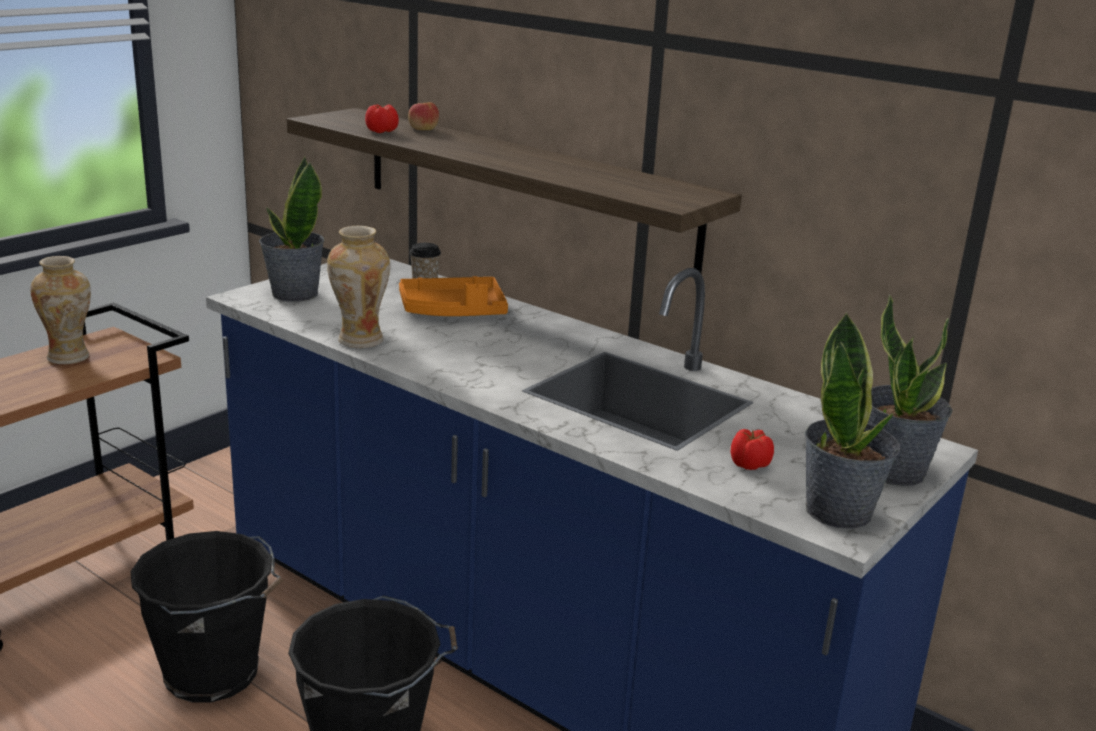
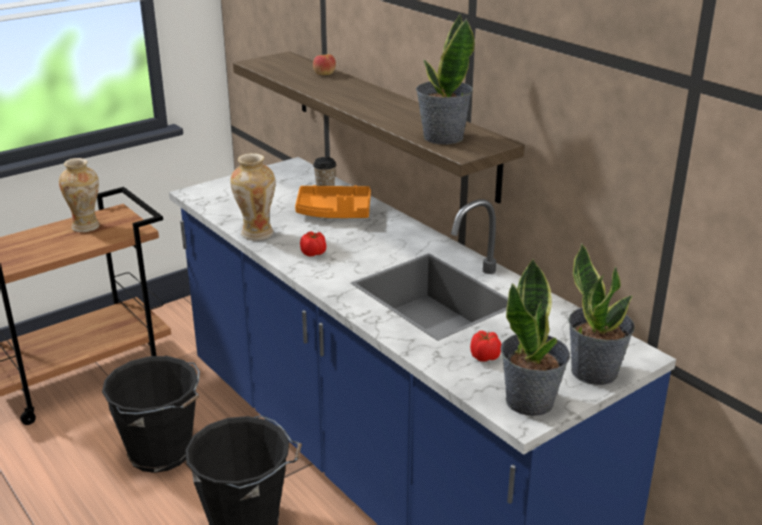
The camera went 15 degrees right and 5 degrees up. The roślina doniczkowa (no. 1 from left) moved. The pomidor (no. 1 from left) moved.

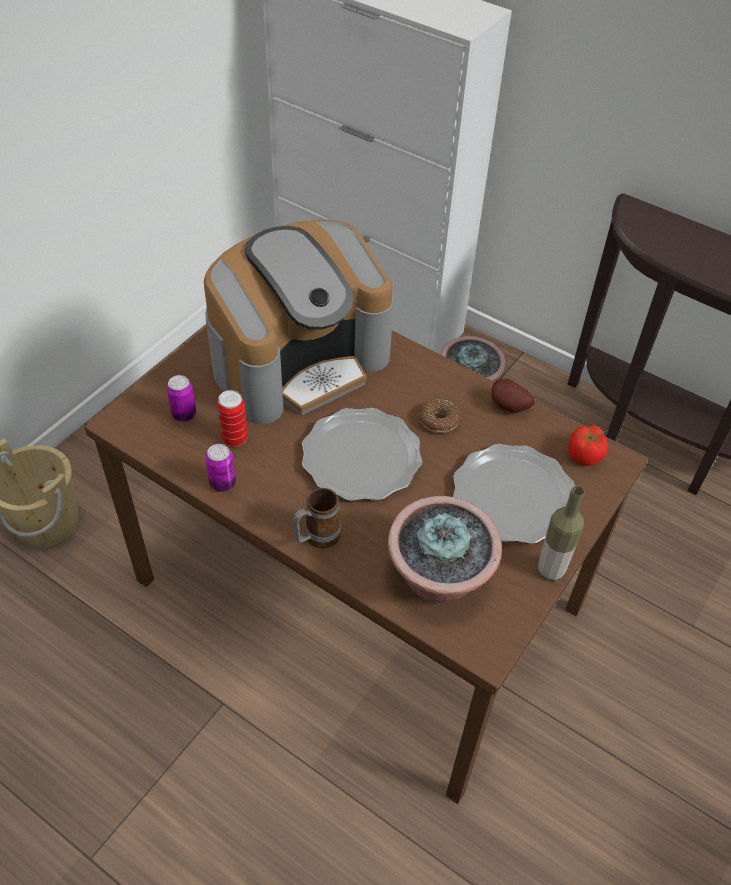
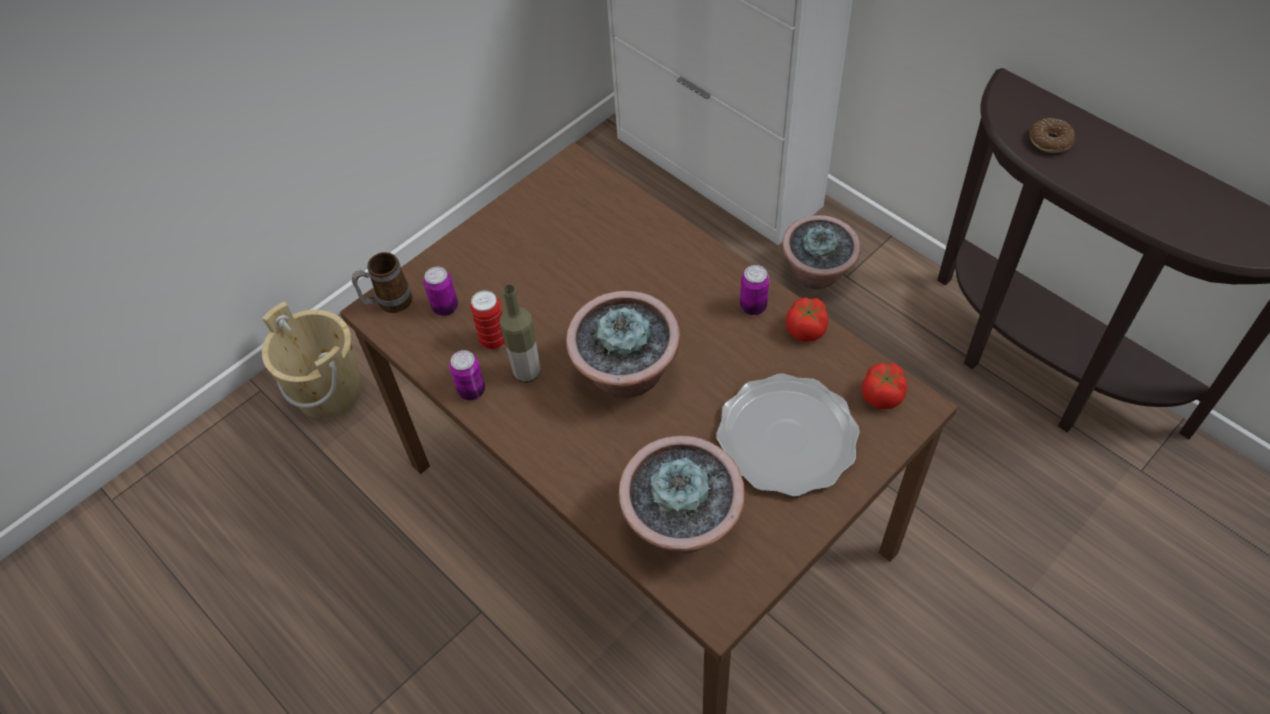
The camera went 15 degrees right and 5 degrees up. The ekspres do kawy disappeared. The kubek moved. The talerz (no. 1 from left) was replaced by the roślina doniczkowa (no. 1 from left). The donut moved. The ziemniak was replaced by the pomidor (no. 1 from left). The butelka moved. The puszka (no. 4 from left) appeared.

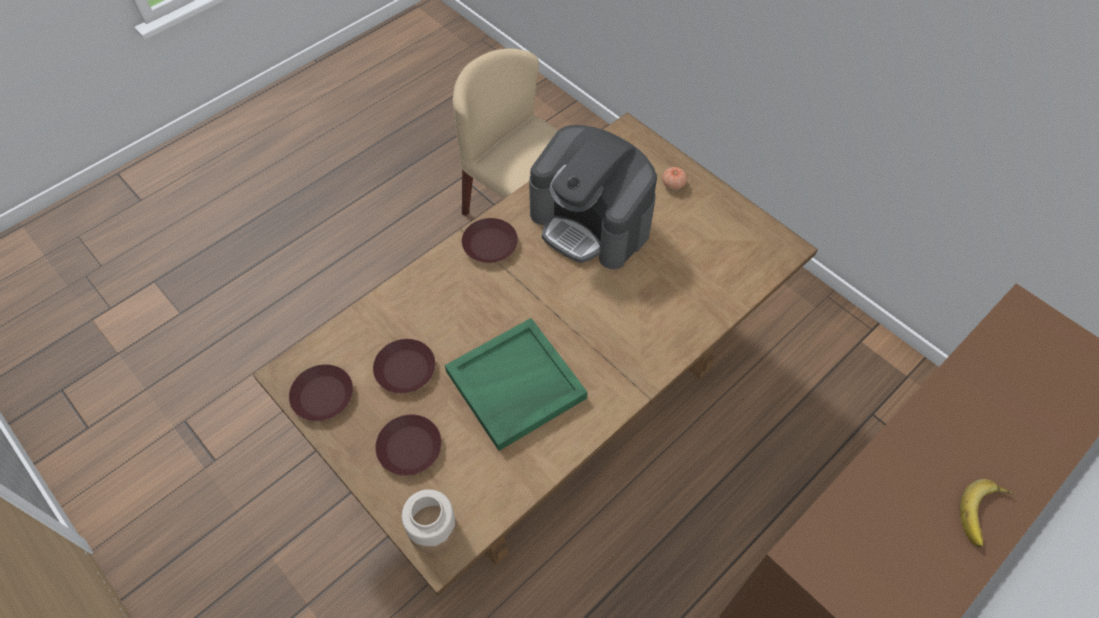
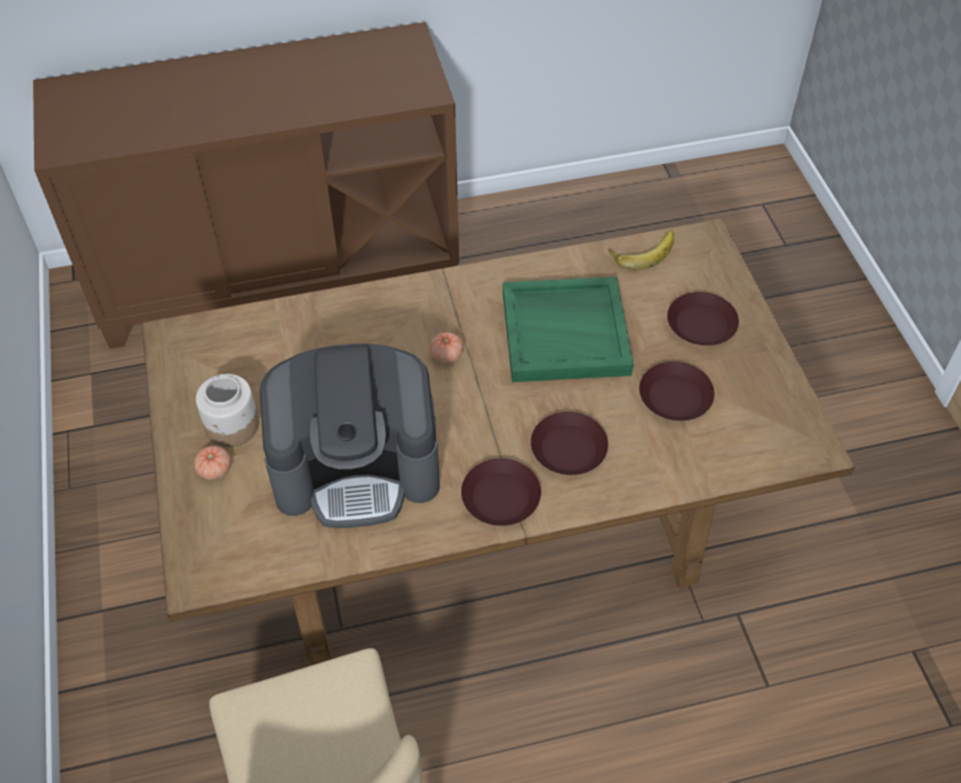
The camera went 150 degrees left and 5 degrees down. The talerz/brązowy (no. 1 from left in the first image) moved. The słoik moved. The ekspres do kawy turned 105 degrees clockwise. The banan moved. The pomidor (no. 2 from left) appeared.

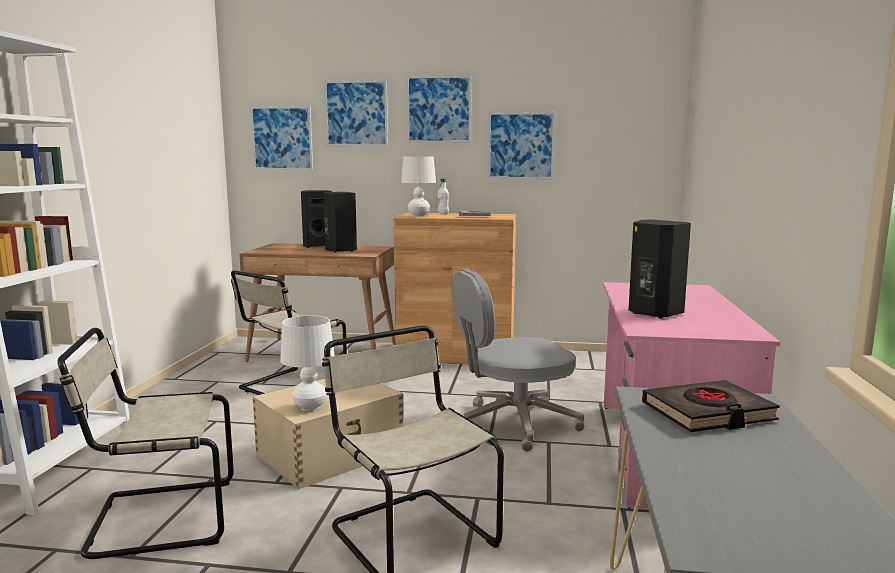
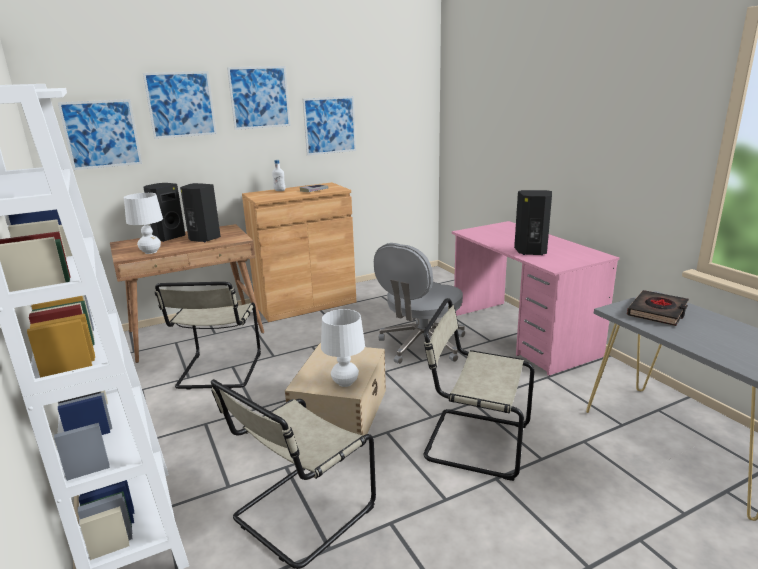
The camera went 35 degrees left and 10 degrees up. The lampa stołowa/biały (no. 2 from left in the first image) moved.

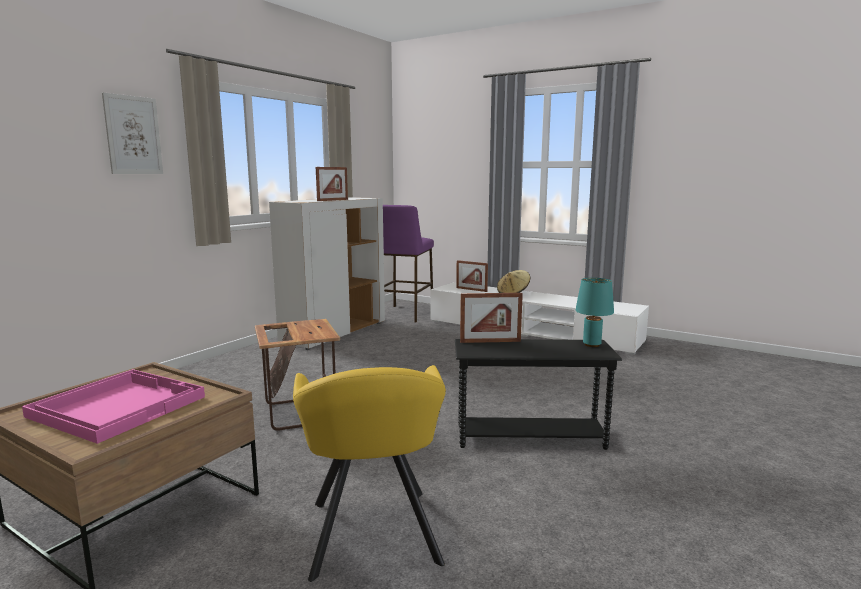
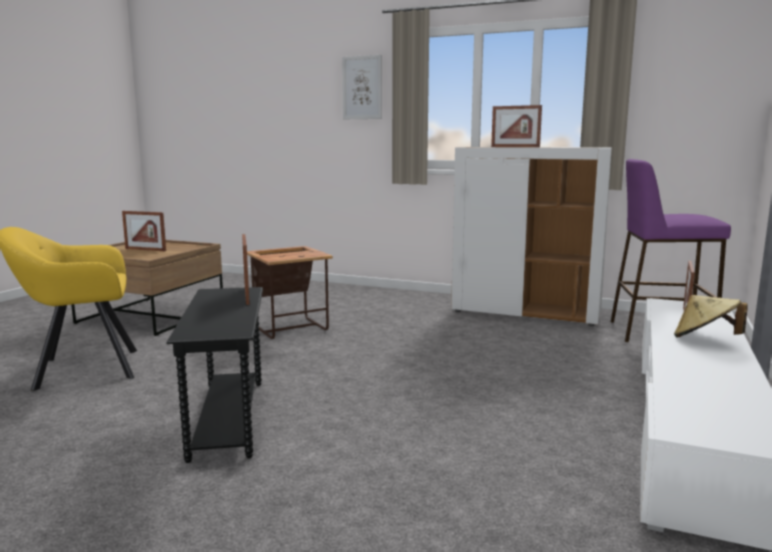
The camera went 80 degrees right and 0 degrees up. The taca/różowy was replaced by the ramka na zdjęcie (no. 1 from left). The lampa stołowa/turkusowy disappeared.

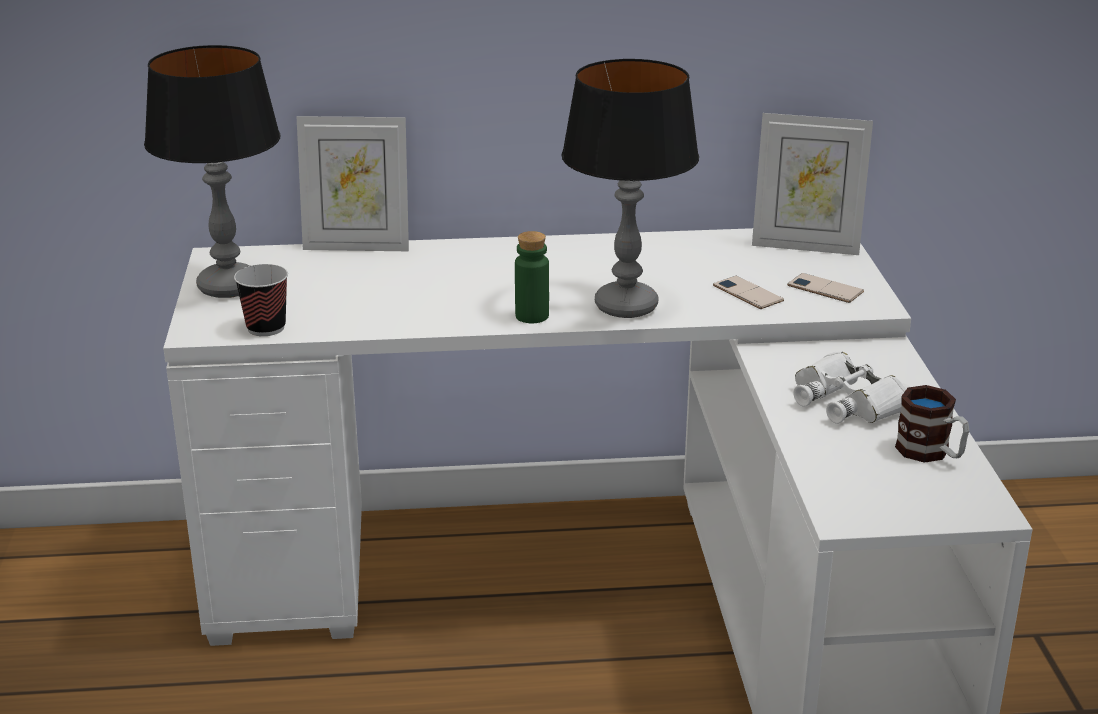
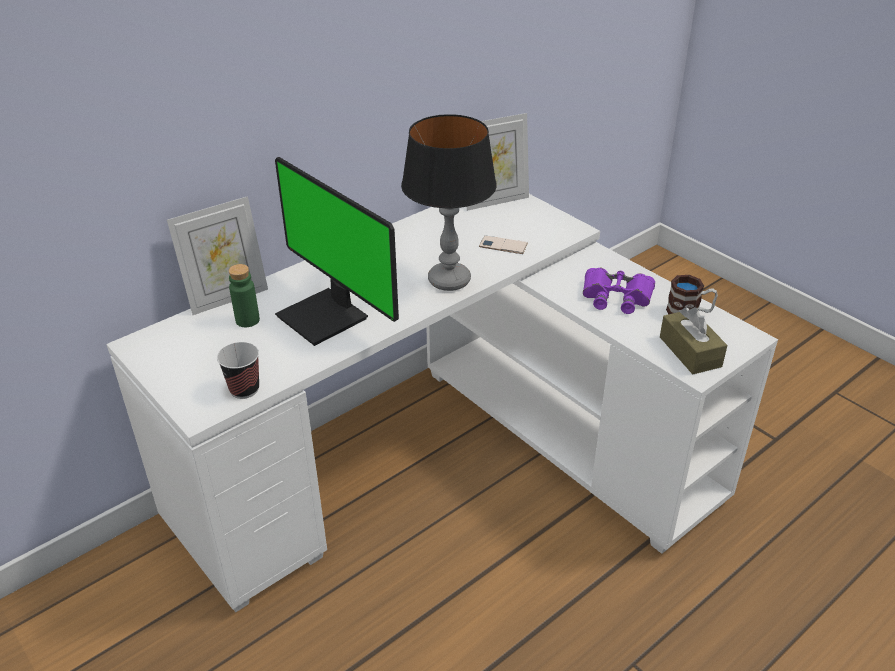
The camera went 35 degrees left and 10 degrees up. The lampa stołowa (no. 1 from left) disappeared. The butelka/zielony moved. The telefon (no. 2 from left) disappeared. The lornetka/biały became the lornetka/fioletowy. The monitor appeared. The pudełko chusteczek/brązowy appeared.

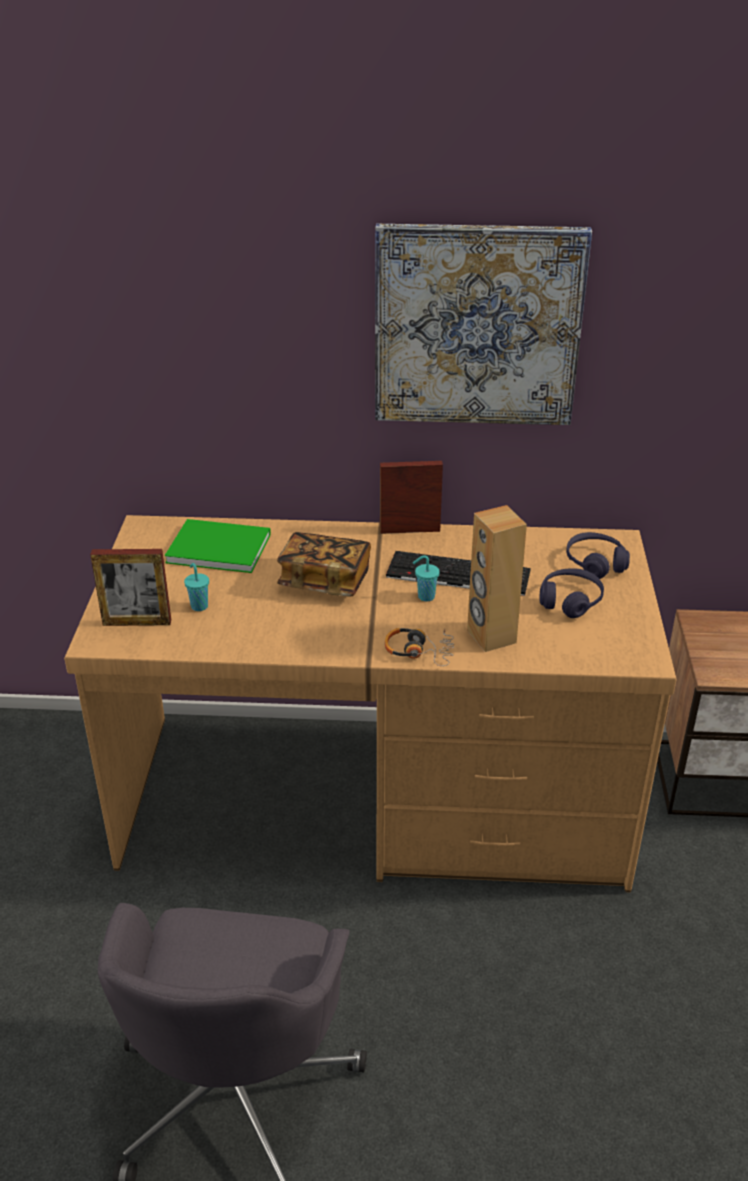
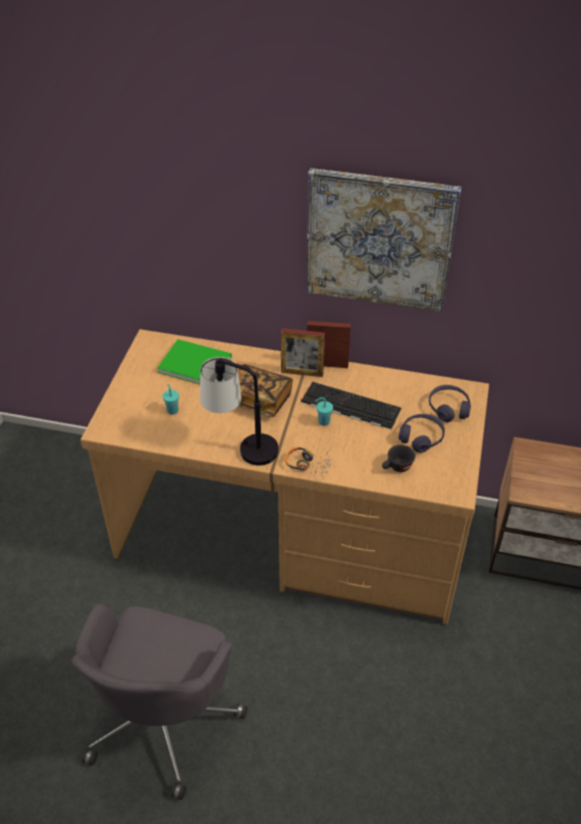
The camera went 10 degrees right and 10 degrees up. The ramka na zdjęcie (no. 1 from left) moved. The głośnik/brązowy disappeared. The lampa stołowa appeared. The filiżanka/czarny appeared.

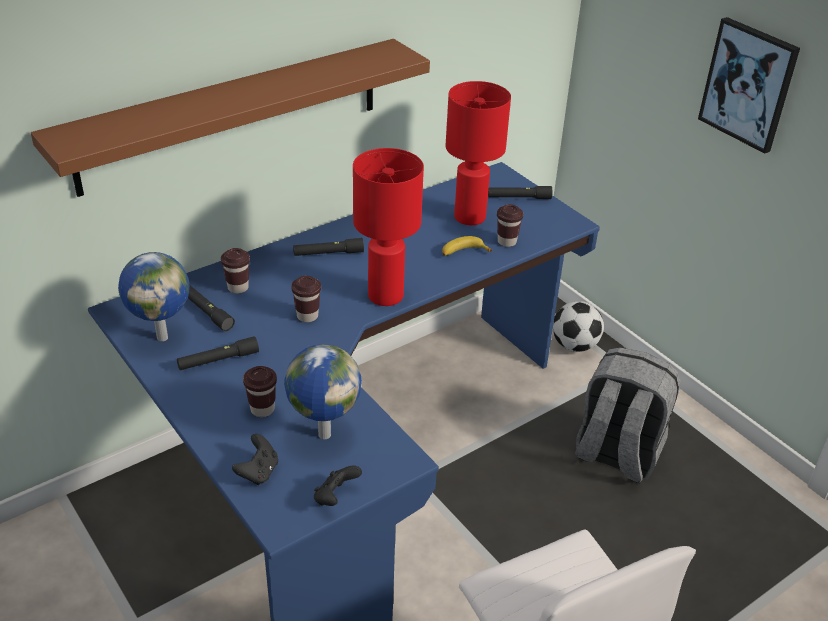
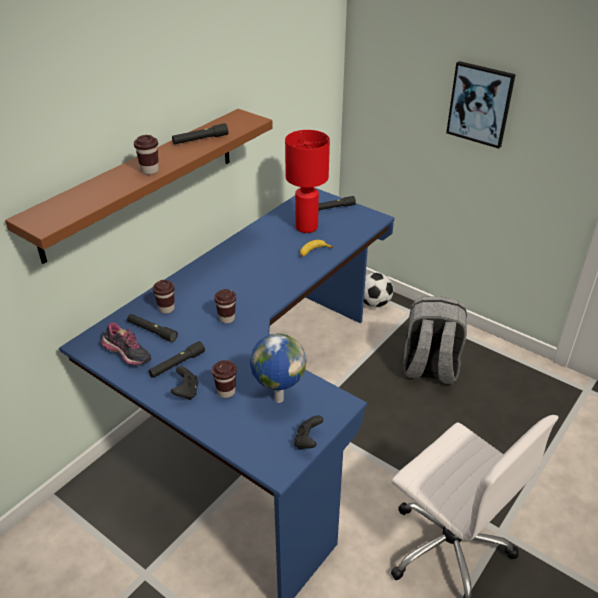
The camera went 15 degrees left and 0 degrees up. The globus (no. 1 from left) was replaced by the but. The pad do gier/czarny (no. 1 from left) moved. The latarka/czarny (no. 3 from left) moved. The lampa stołowa/czerwony (no. 1 from left) disappeared. The filiżanka/brązowy (no. 4 from left in the first image) moved.

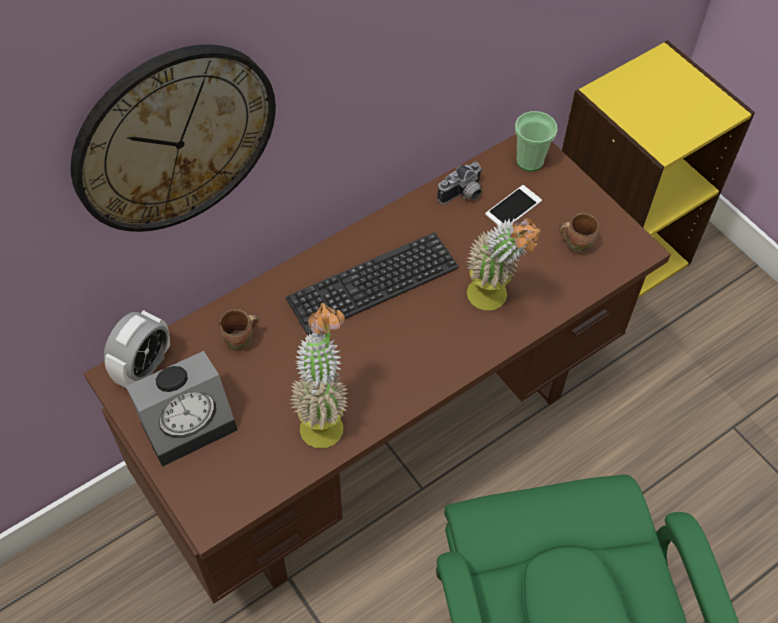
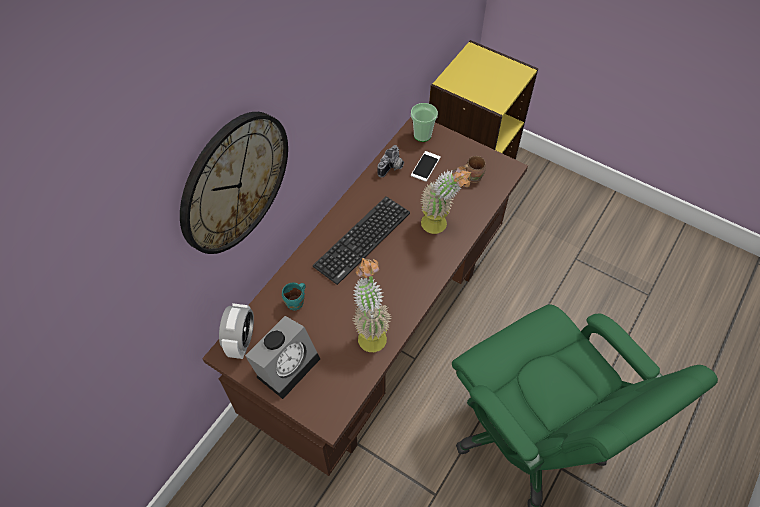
The camera went 20 degrees left and 0 degrees up. The kubek/brązowy (no. 1 from left) became the kubek/turkusowy.

